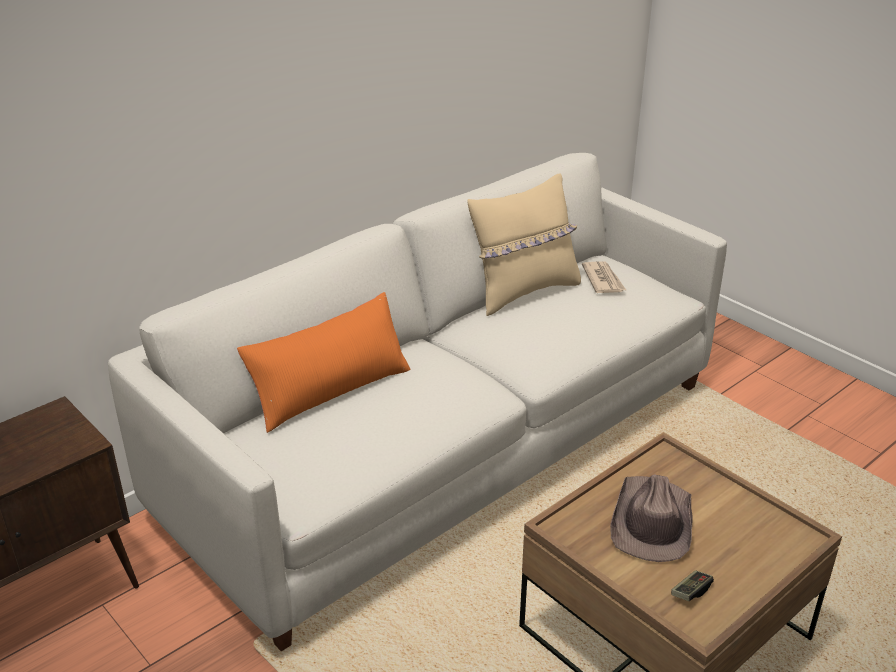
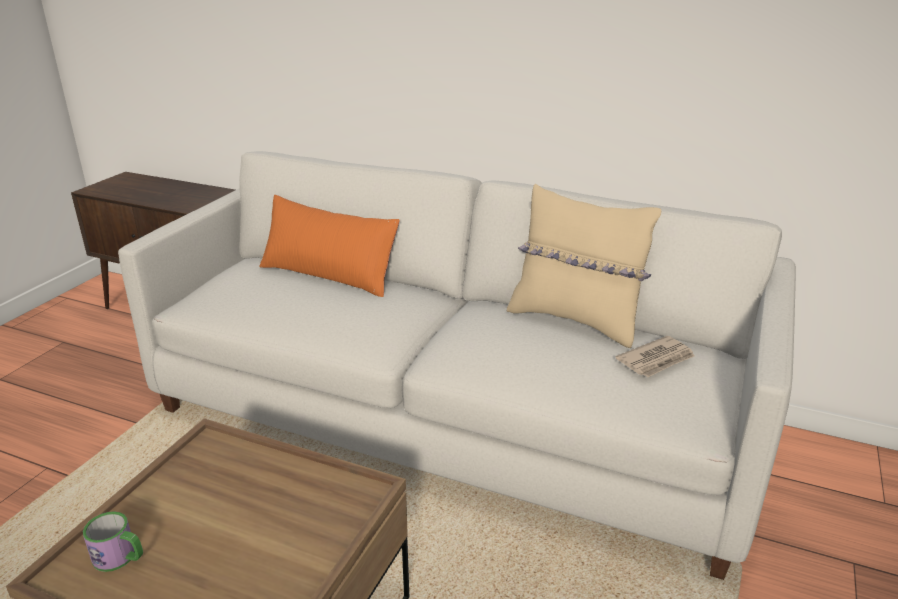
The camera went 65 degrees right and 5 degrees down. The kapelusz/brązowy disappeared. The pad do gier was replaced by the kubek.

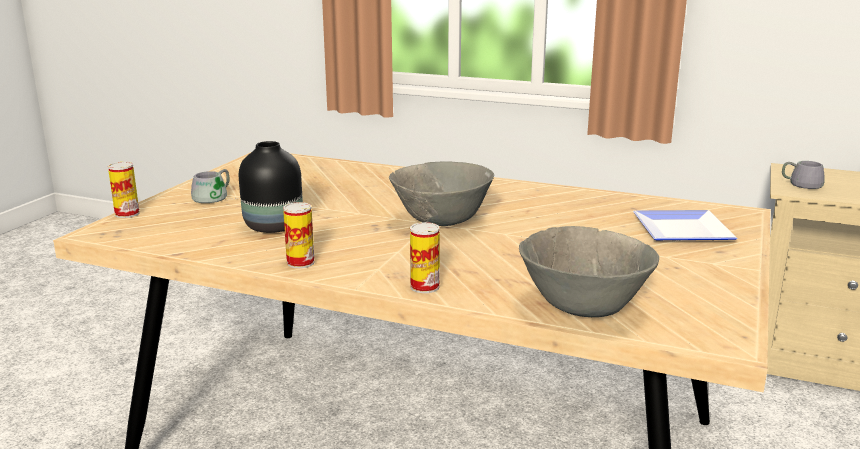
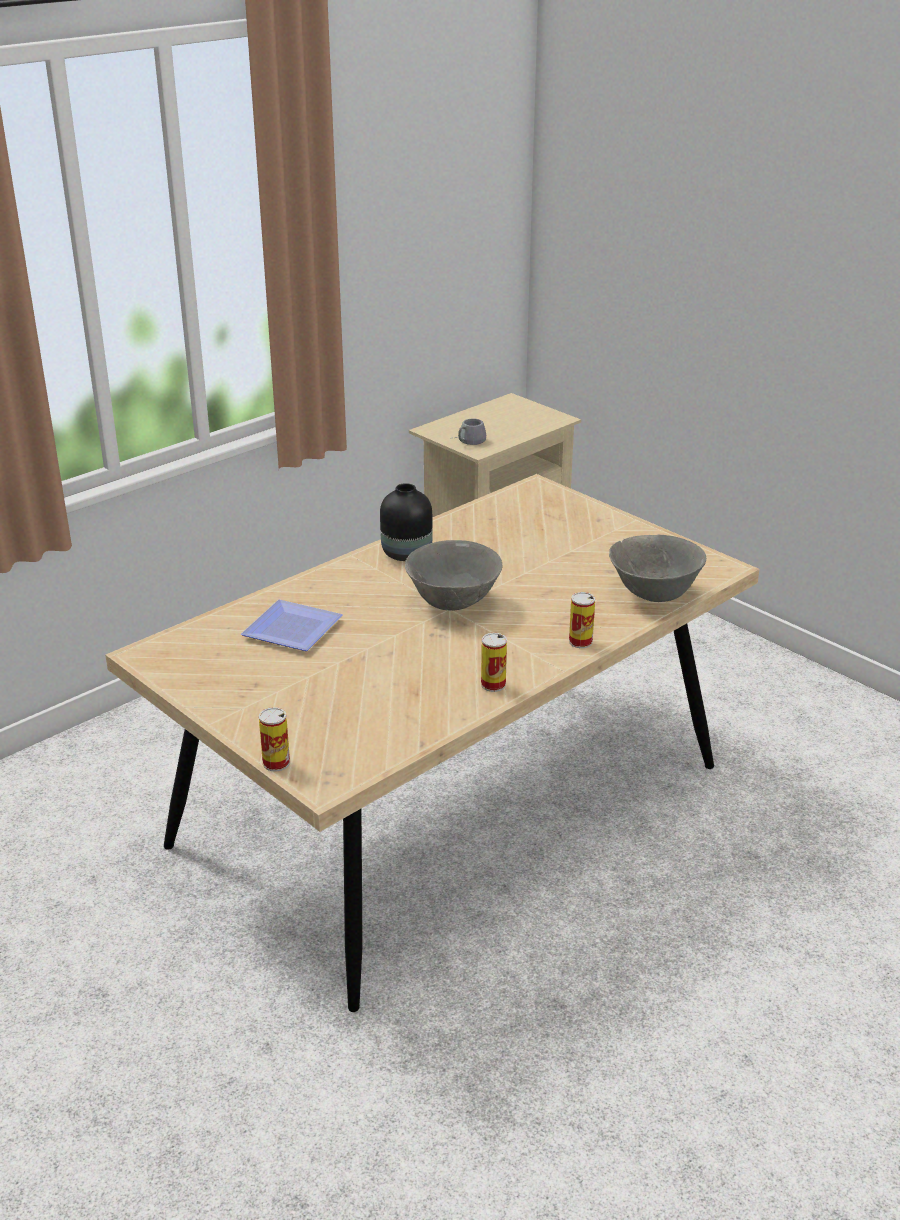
The camera went 65 degrees left and 10 degrees up. The kubek/szary (no. 1 from left) disappeared. The wazon/czarny moved. The talerz moved.

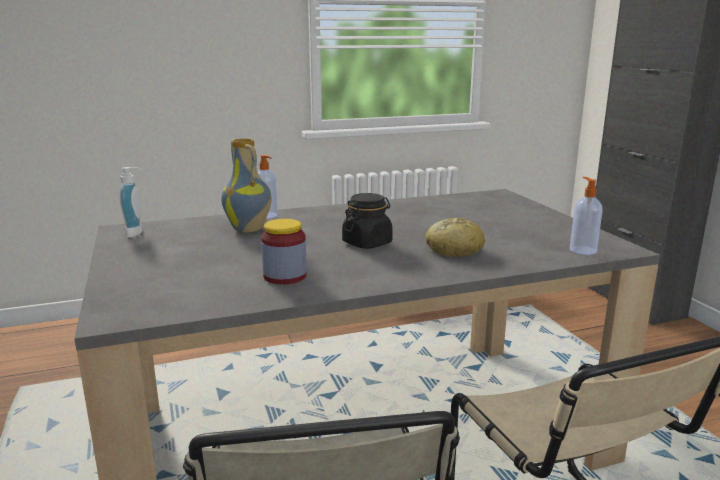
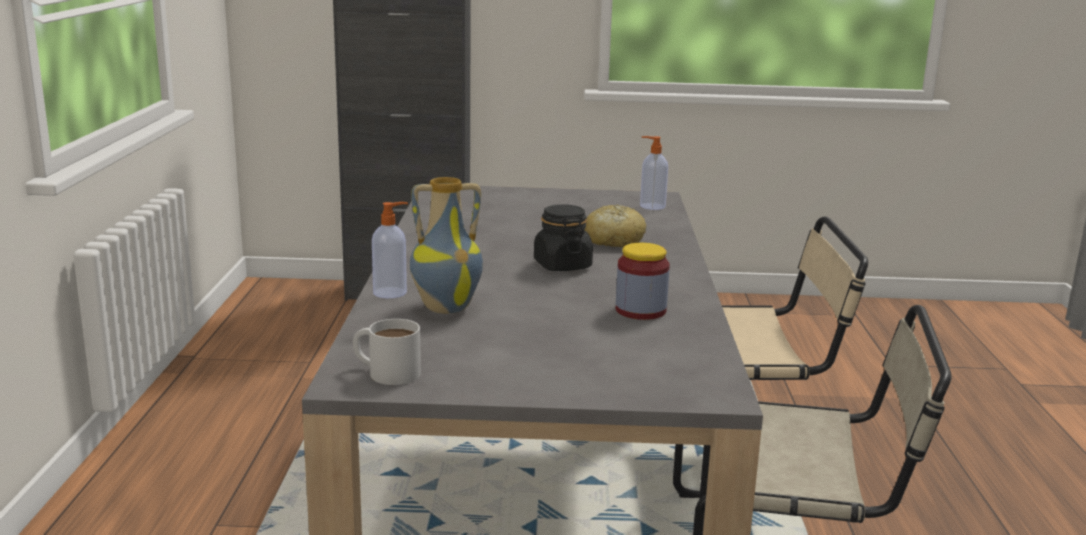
The camera went 70 degrees left and 0 degrees up. The dozownik mydła (no. 1 from left) was replaced by the kubek/biały.

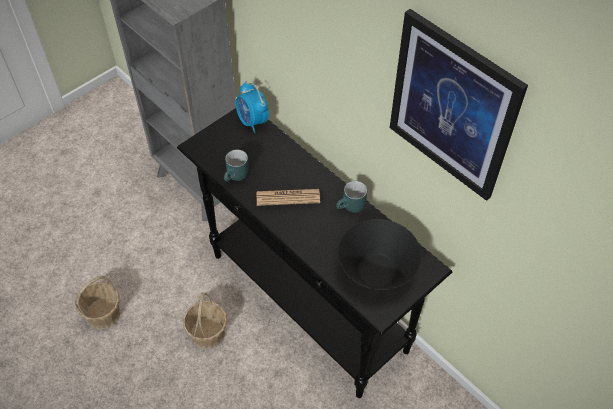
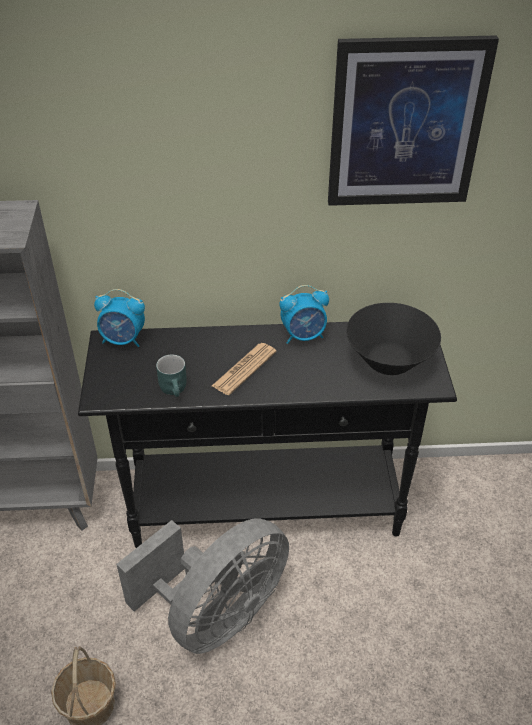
The camera went 50 degrees left and 10 degrees down. The koszyk (no. 2 from left) was replaced by the wentylator/szary. The kubek/turkusowy (no. 2 from left) was replaced by the budzik (no. 2 from left).

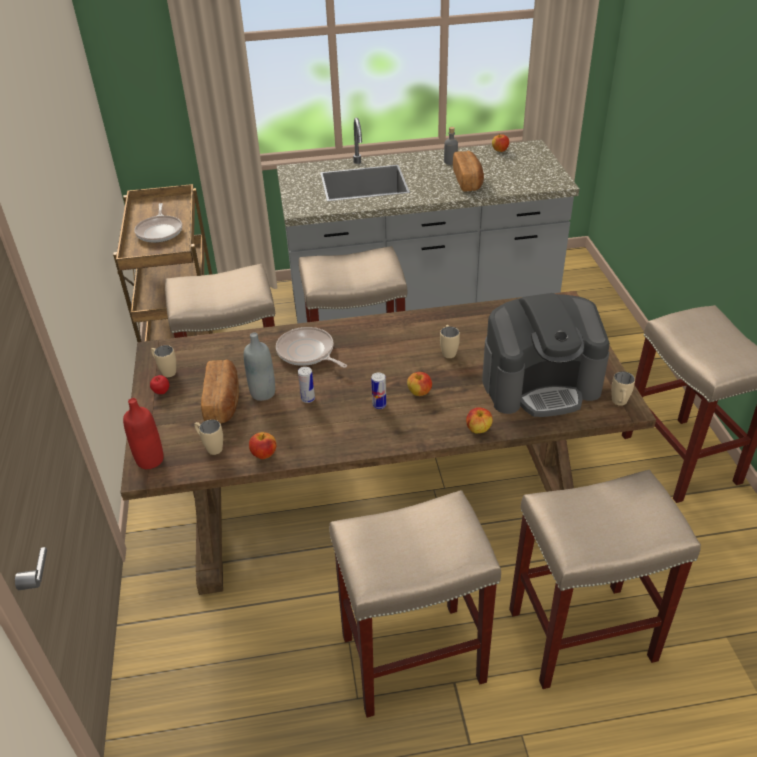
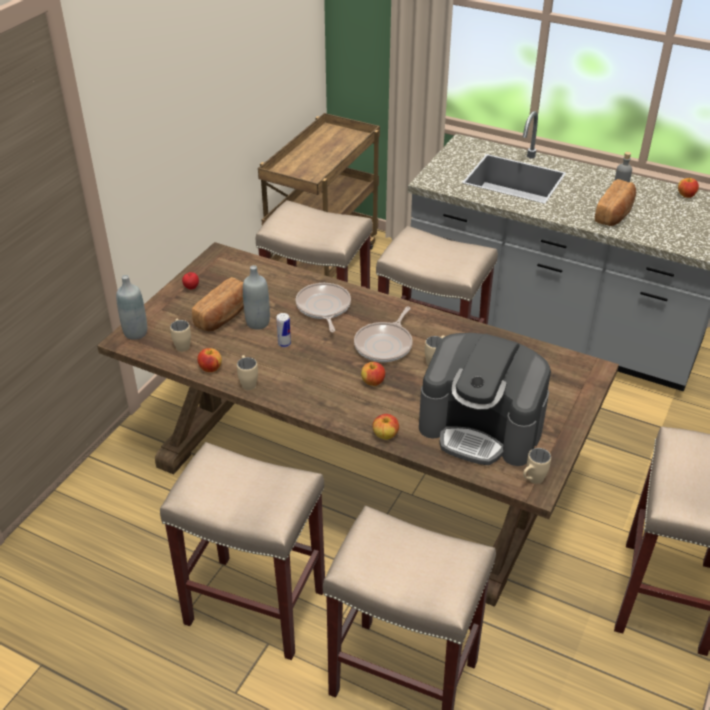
The camera went 35 degrees right and 0 degrees up. The butelka/czerwony became the butelka/szary (no. 1 from left). The patelnia (no. 1 from left in the first image) moved. The kubek/beżowy (no. 1 from left in the first image) moved. The puszka (no. 2 from left) disappeared.

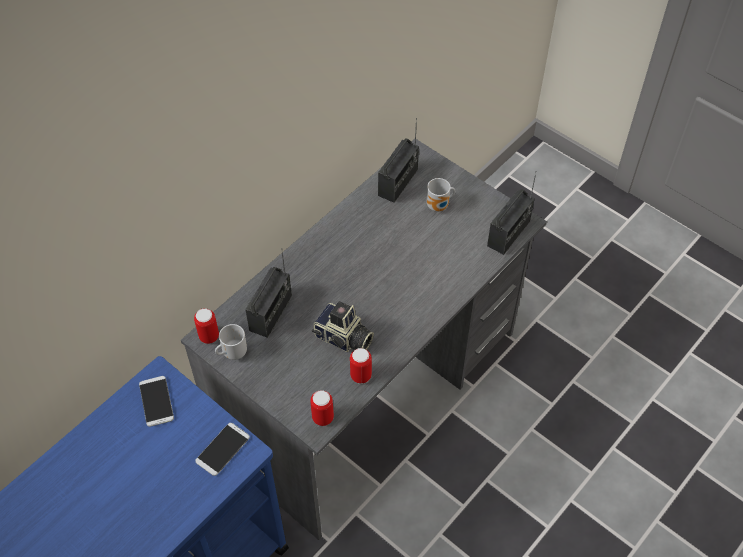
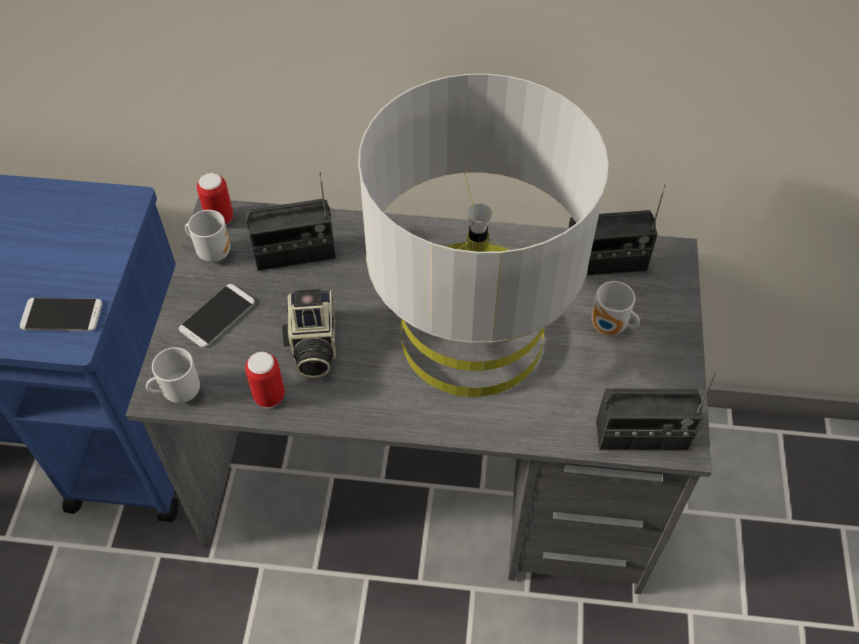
The camera went 55 degrees right and 0 degrees up. The telefon (no. 1 from left in the first image) moved. The puszka (no. 2 from left) was replaced by the kubek (no. 1 from left). The lampa stołowa/szary appeared.

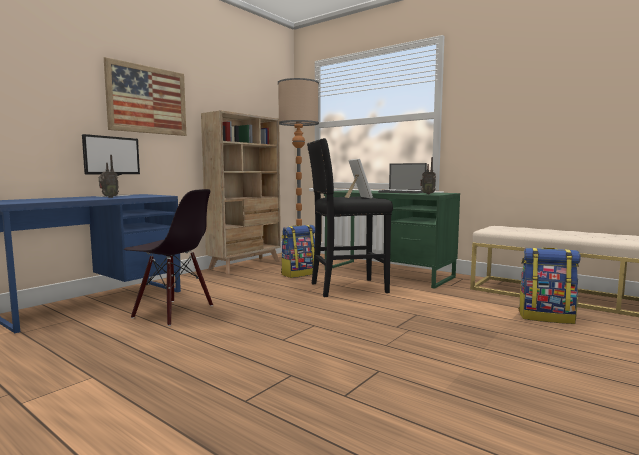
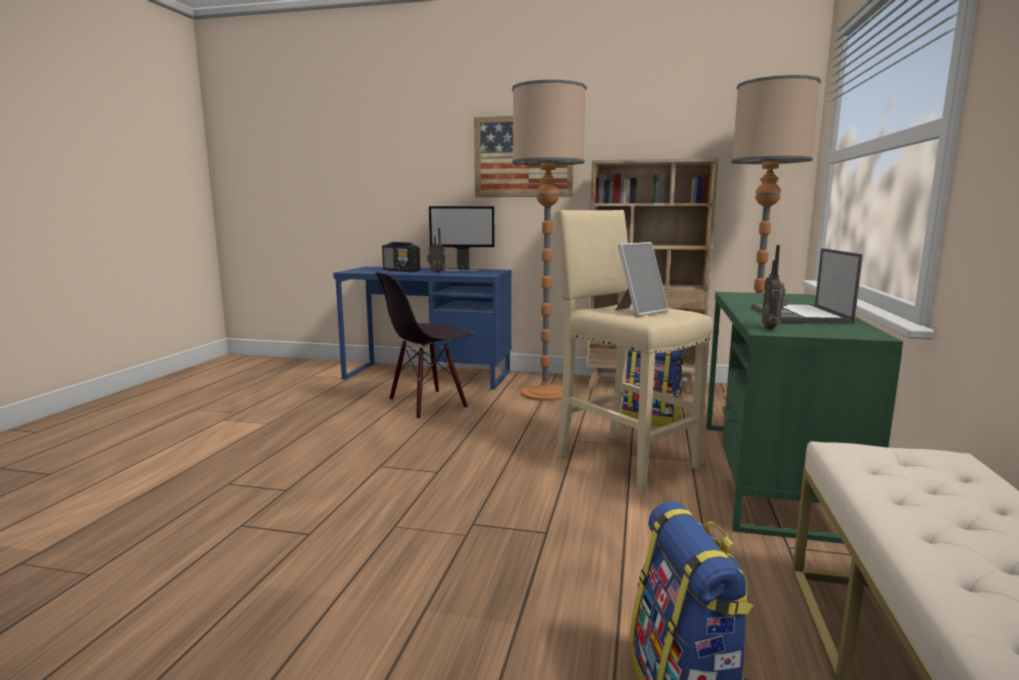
The camera went 65 degrees right and 5 degrees up. The krzesło/czarny turned 60 degrees clockwise. The stołek/czarny became the stołek/beżowy. The radio (no. 1 from left) appeared. The lampa stojąca (no. 1 from left) appeared.

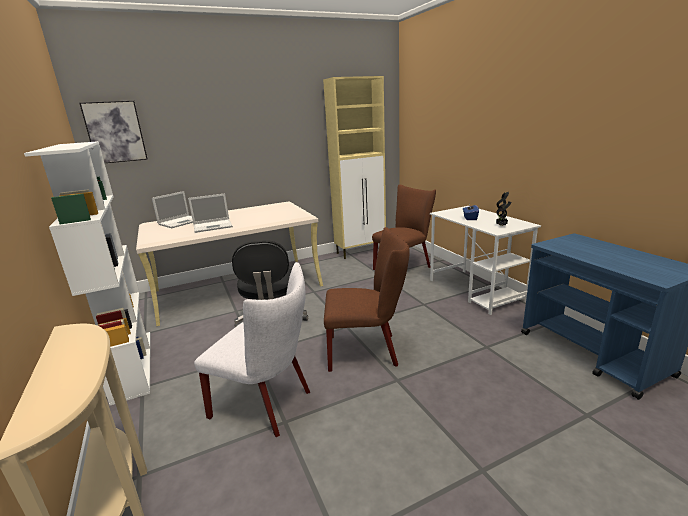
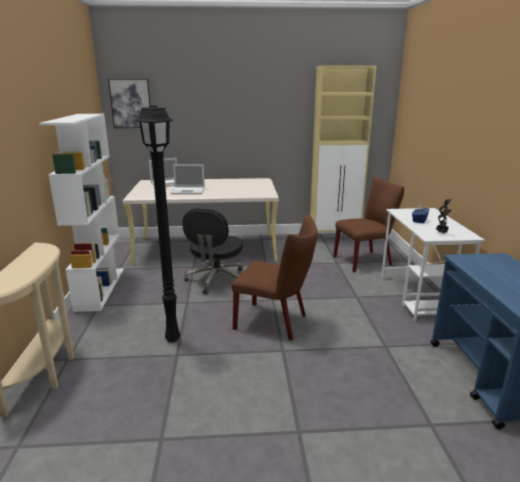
The camera went 20 degrees right and 0 degrees up. The krzesło/biały was replaced by the lampa stojąca/czarny.

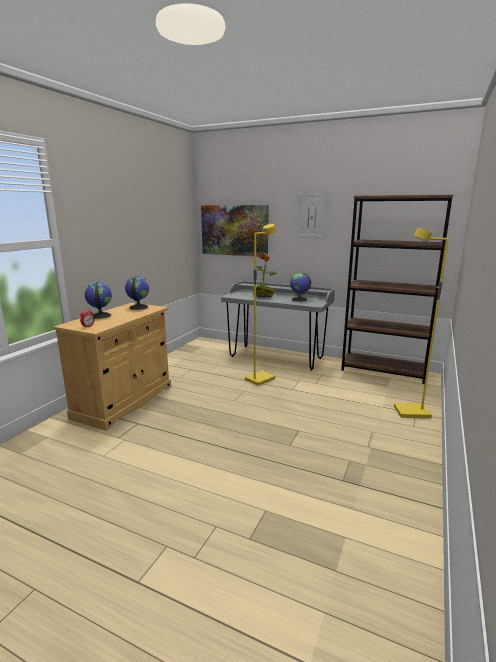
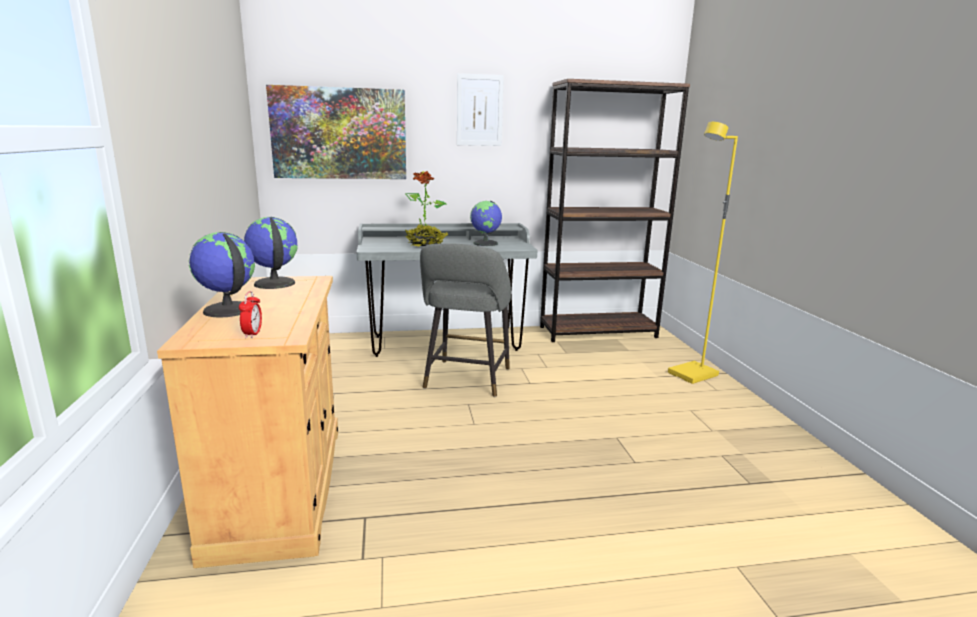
The camera went 35 degrees left and 0 degrees up. The lampa stojąca/żółty (no. 1 from left) was replaced by the stołek/szary.

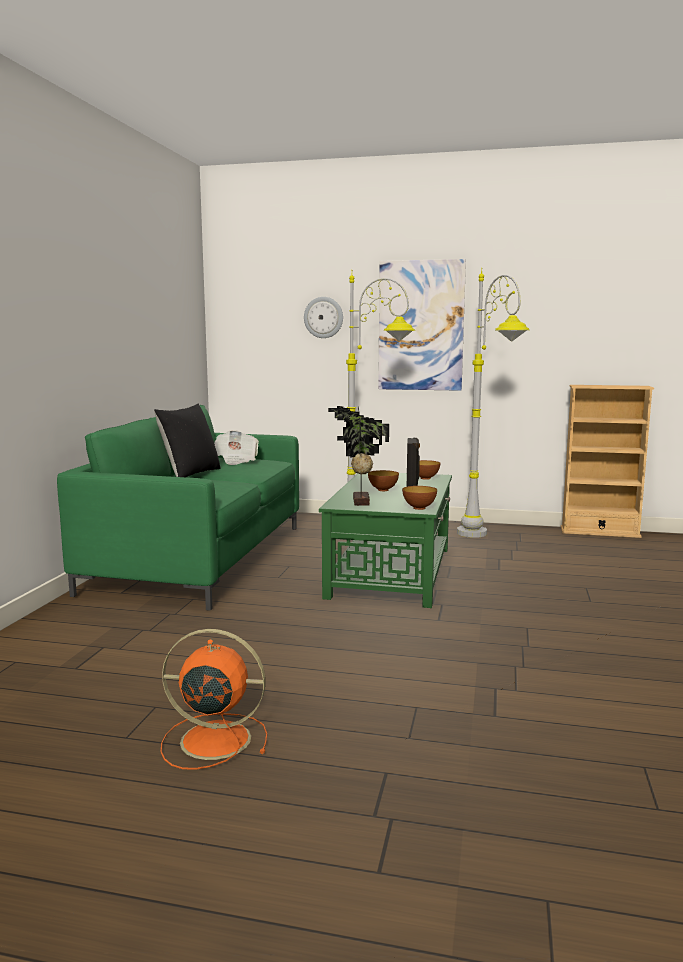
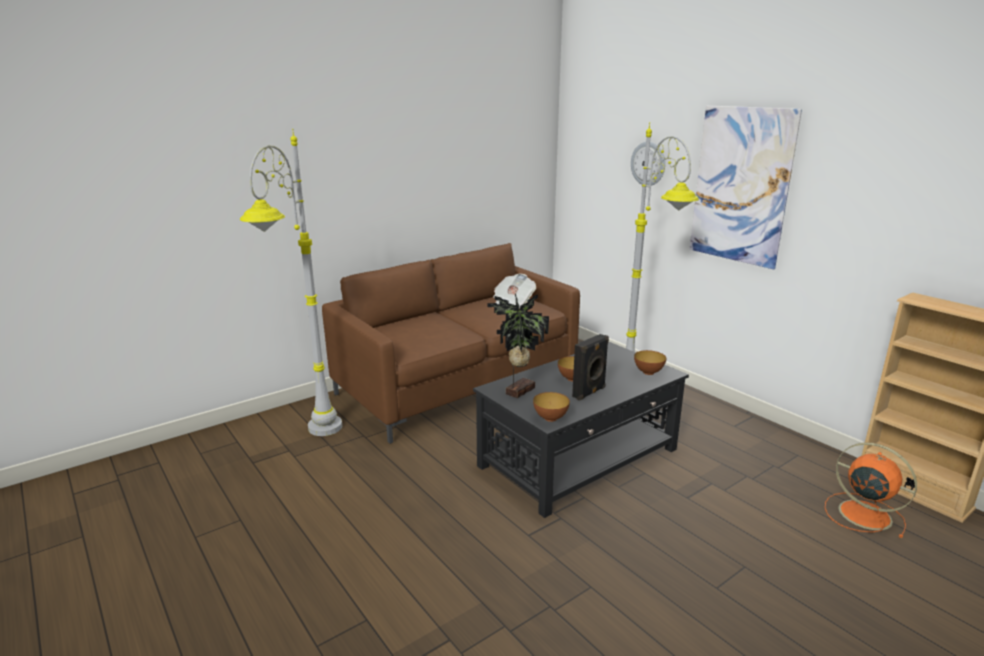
The camera went 40 degrees right and 10 degrees up. The kanapa/zielony became the kanapa/brązowy. The poduszka/czarny disappeared. The wentylator/pomarańczowy moved. The ława/zielony became the ława/czarny. The lampa stojąca/szary (no. 2 from left in the first image) moved.

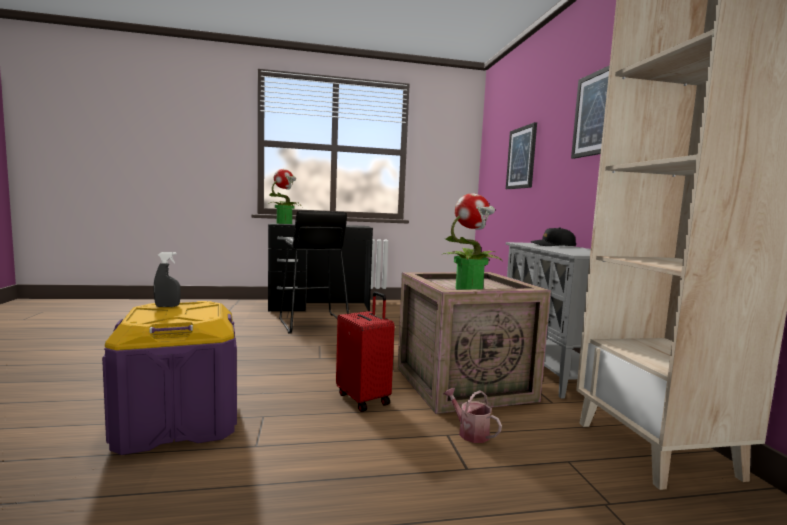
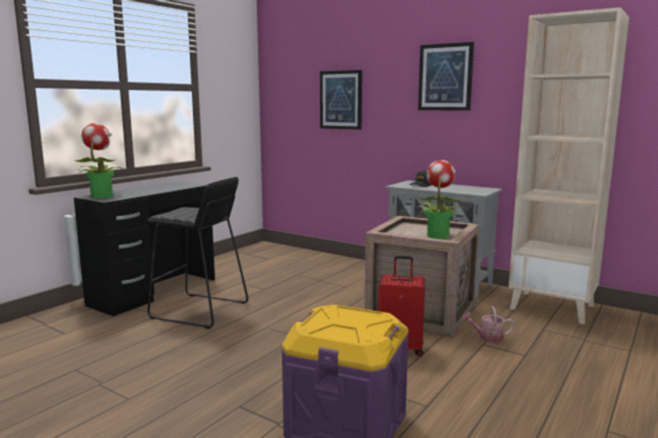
The camera went 45 degrees left and 5 degrees up. The spryskiwacz/szary disappeared.

